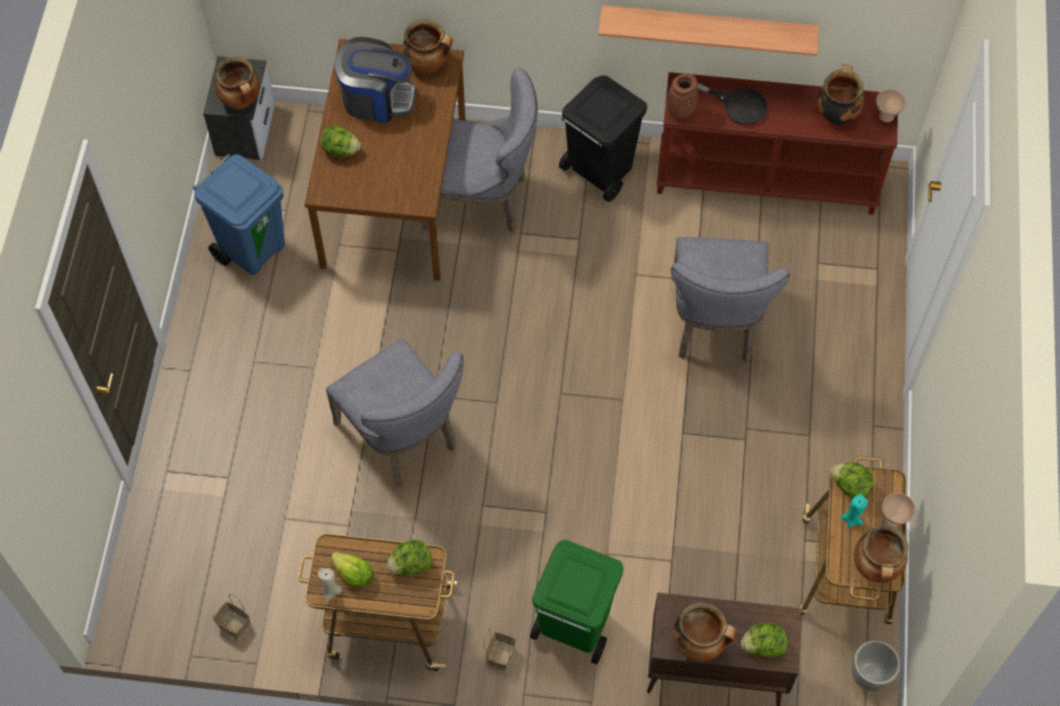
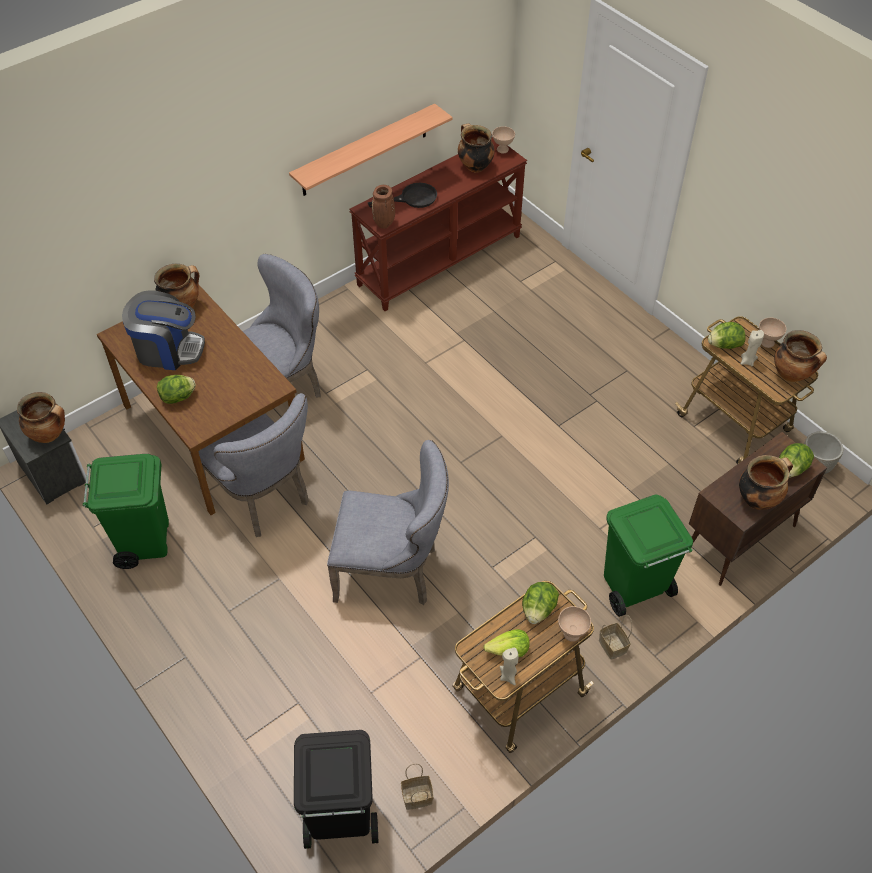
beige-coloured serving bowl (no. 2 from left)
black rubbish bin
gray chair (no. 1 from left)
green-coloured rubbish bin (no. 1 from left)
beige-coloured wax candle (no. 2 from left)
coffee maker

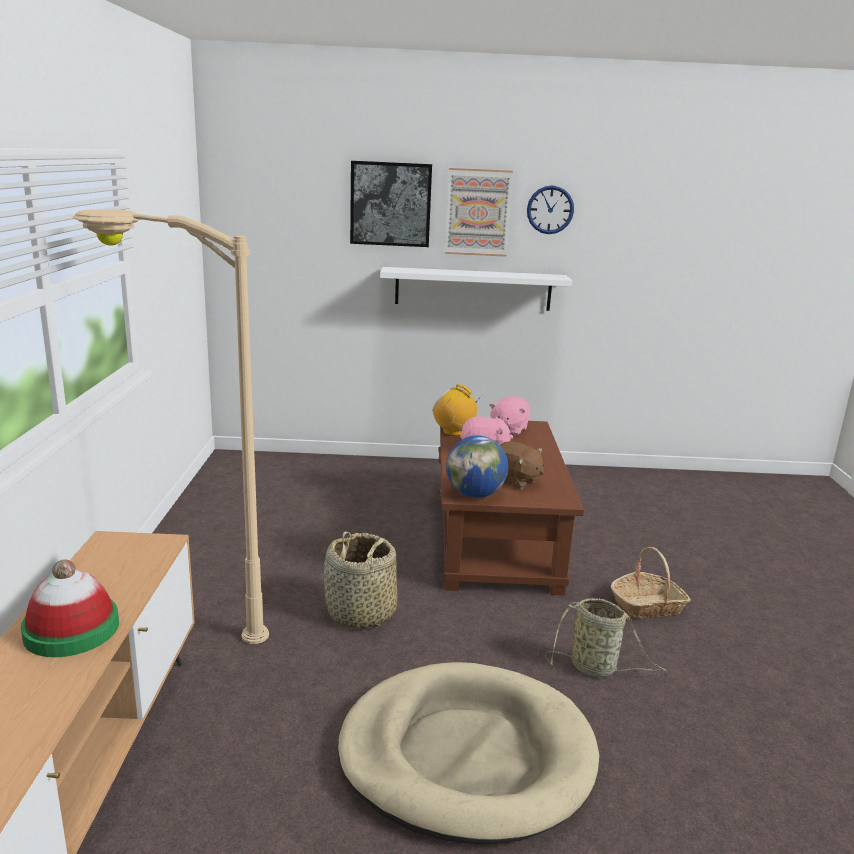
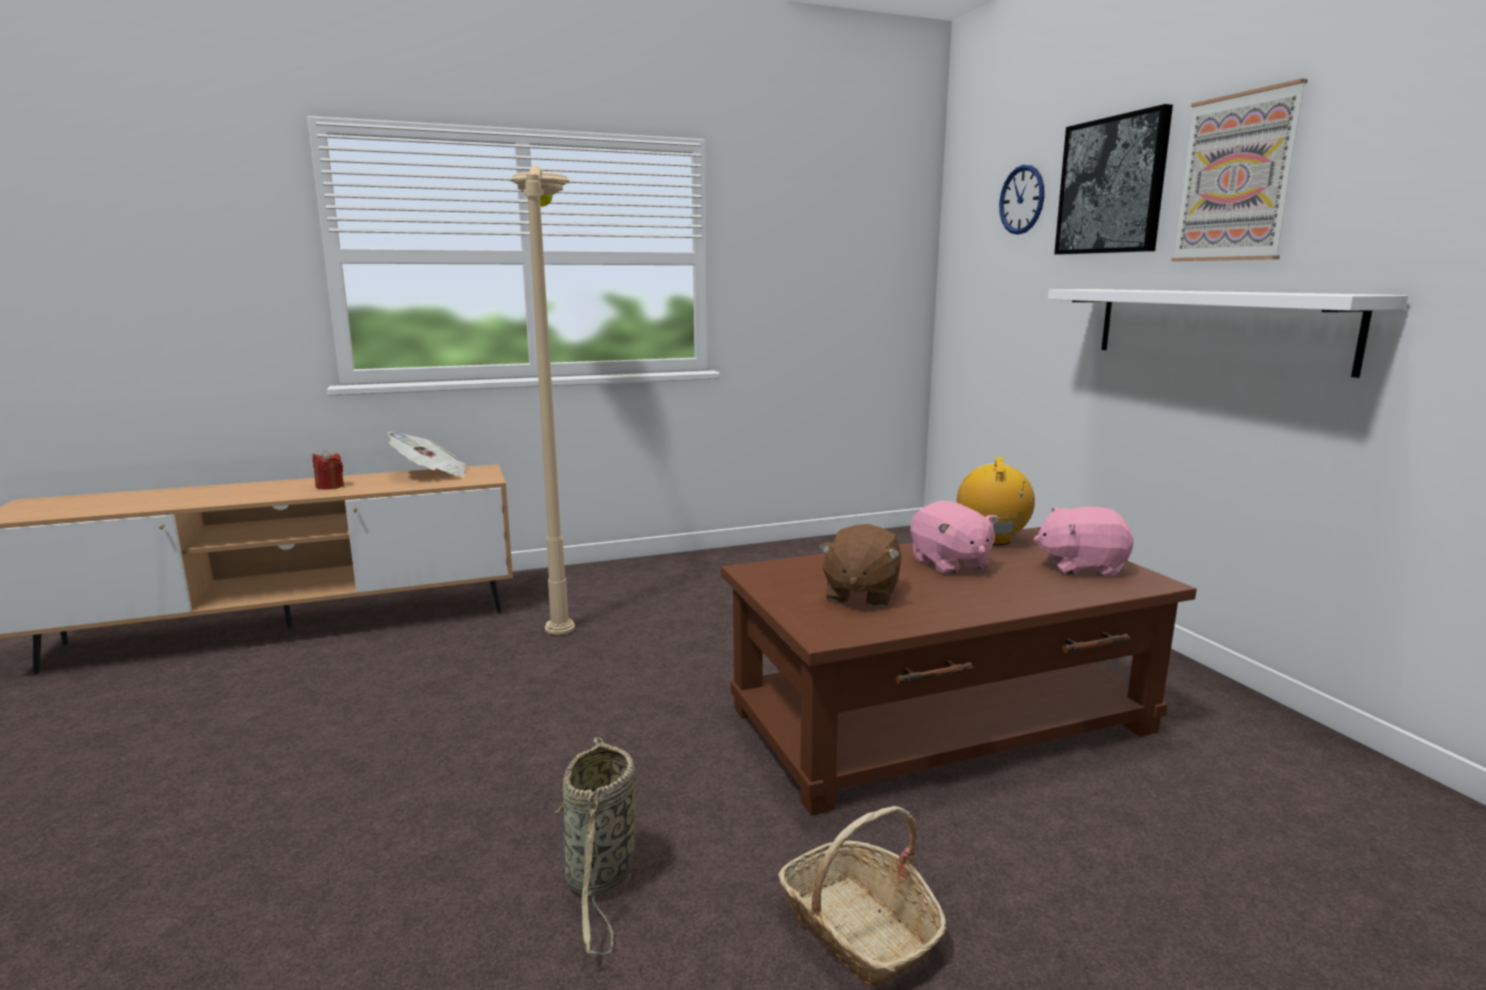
storage basket (no. 1 from left in the first image)
beige-coloured dog bed
world globe
daily paper
wall clock
red wax candle

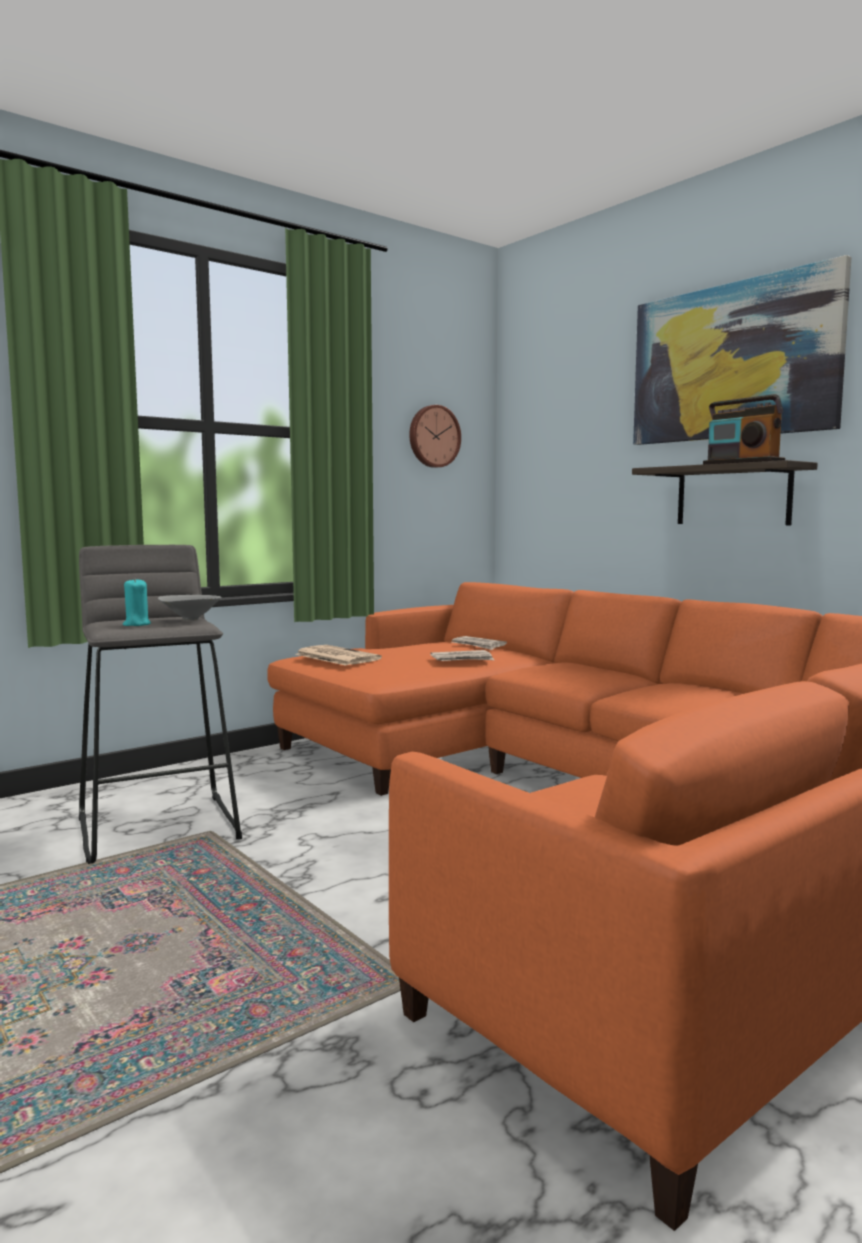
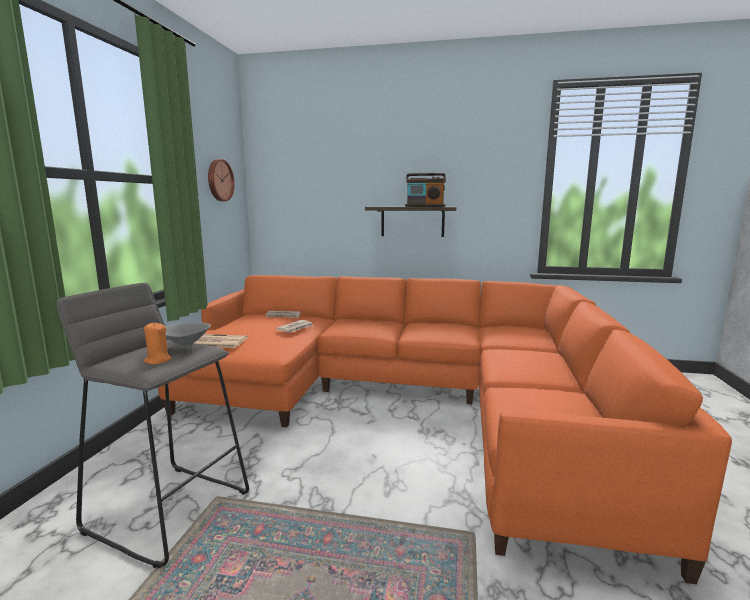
wall picture
orange wax candle

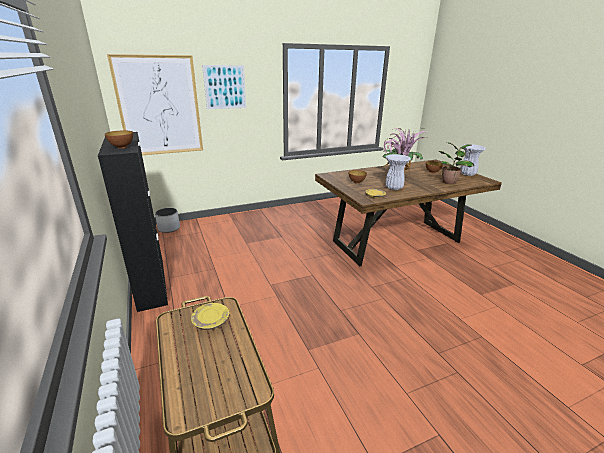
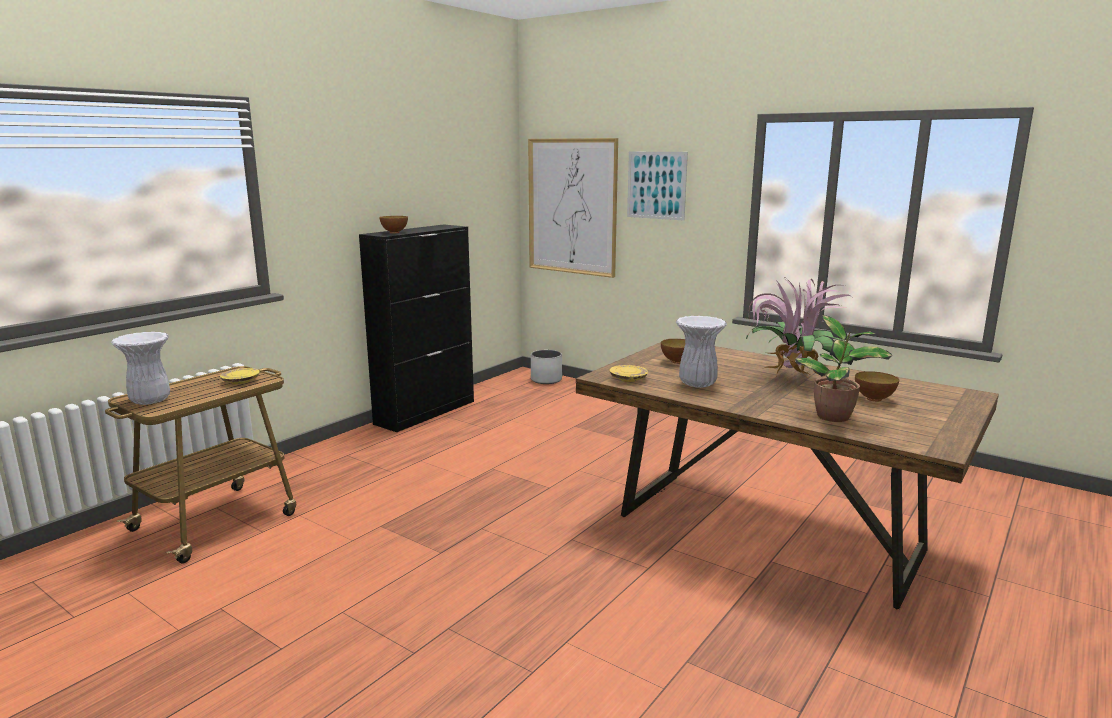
white vase (no. 1 from left)

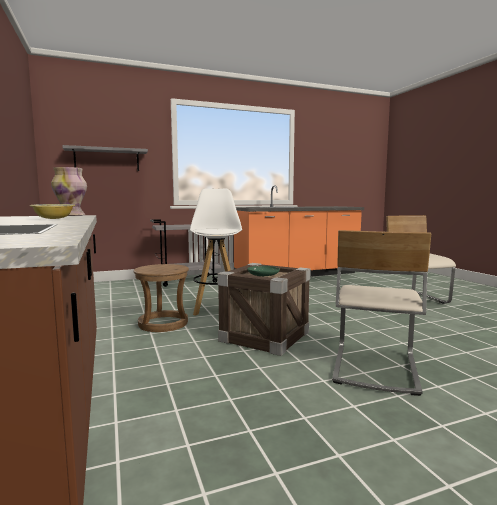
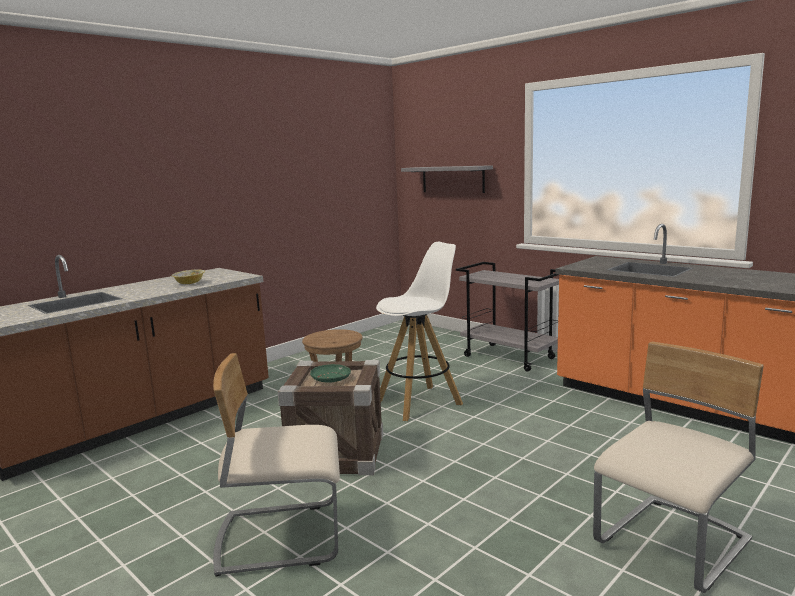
vase

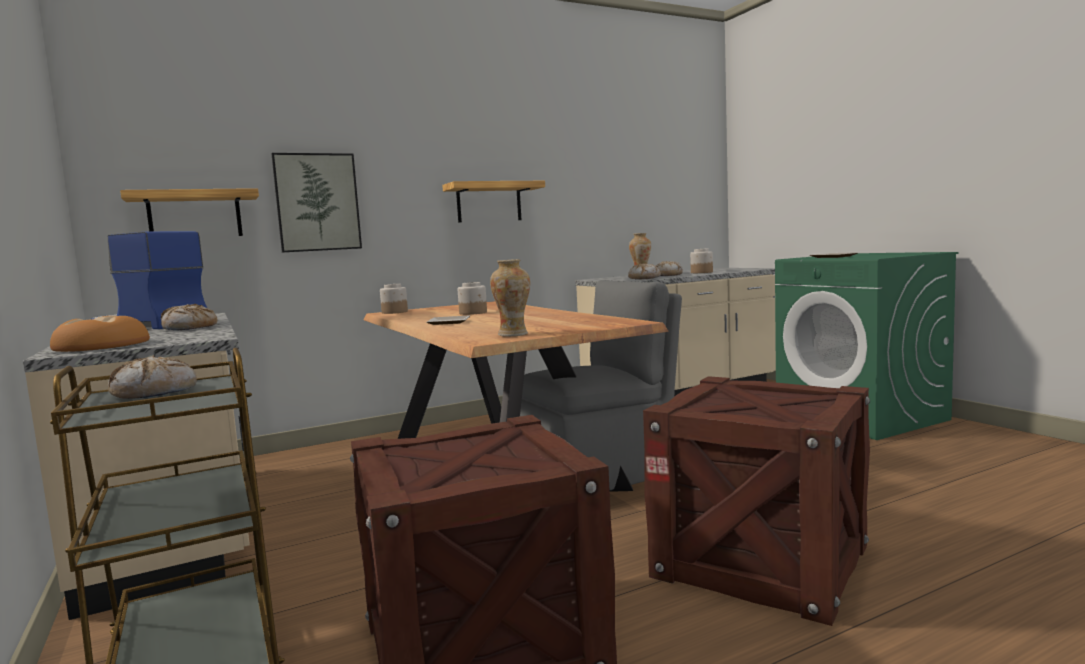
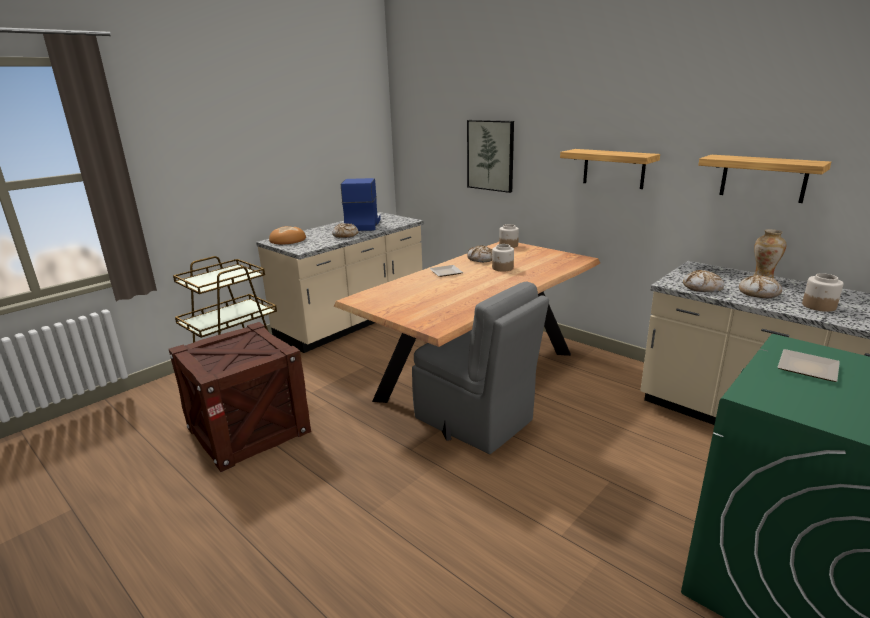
vase (no. 1 from left in the first image)
packing crate (no. 2 from left in the first image)
bread (no. 3 from left)
shelf (no. 2 from left)

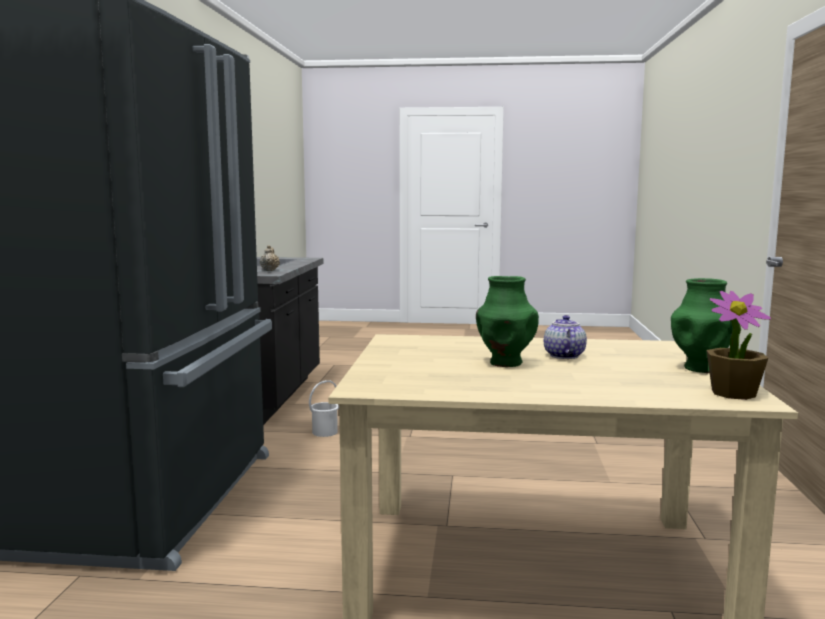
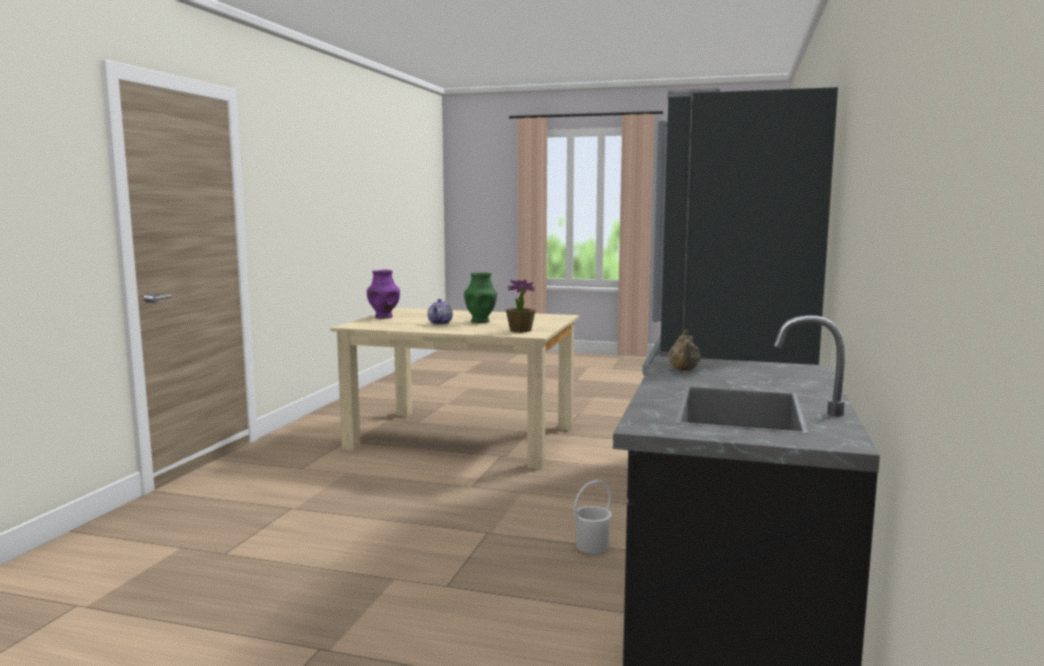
plant in a pot
purplish vase

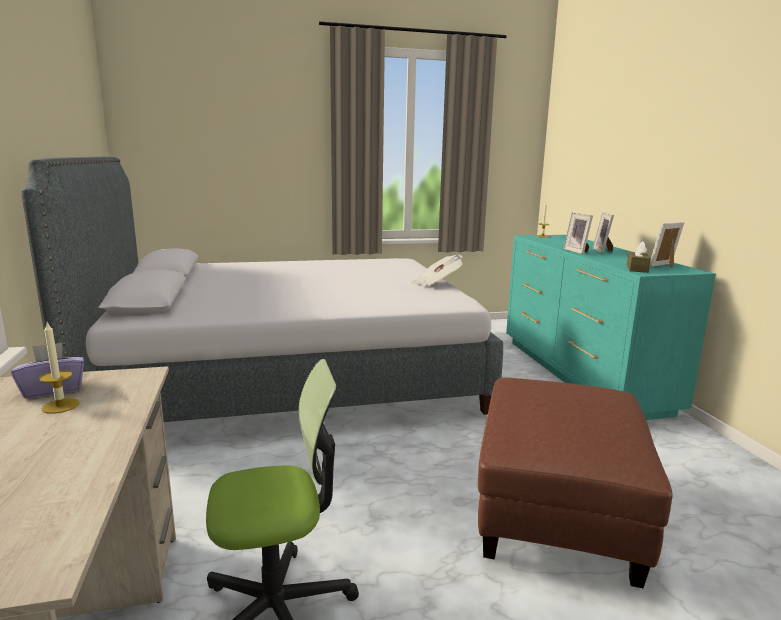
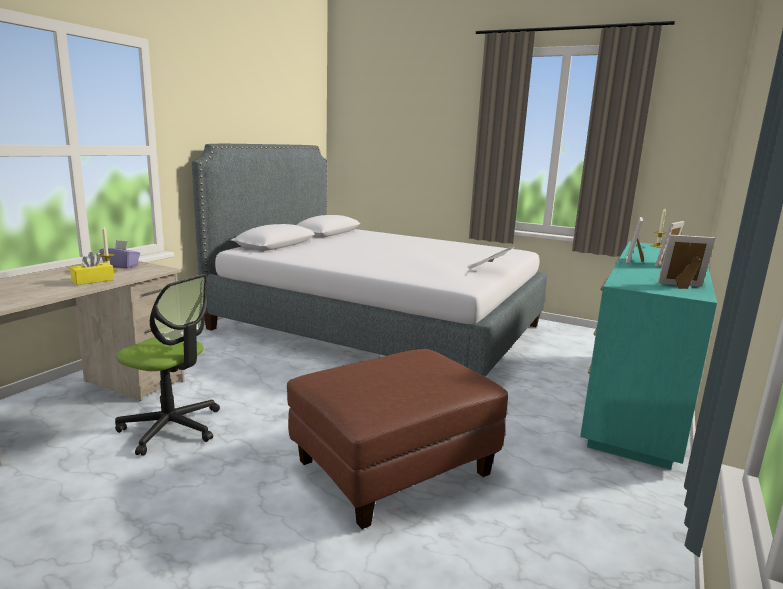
brown-coloured tissue holder
yellowish tissue holder

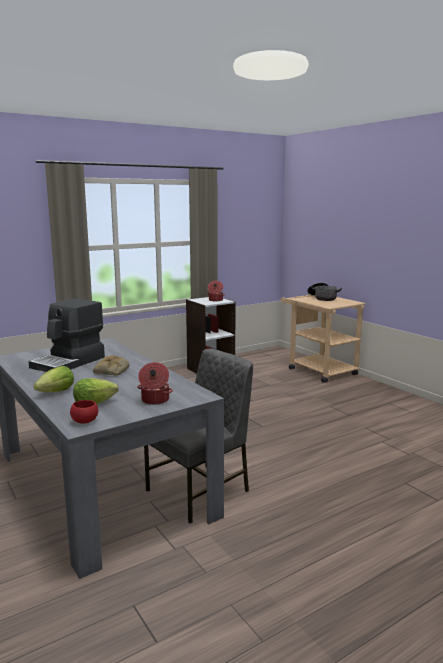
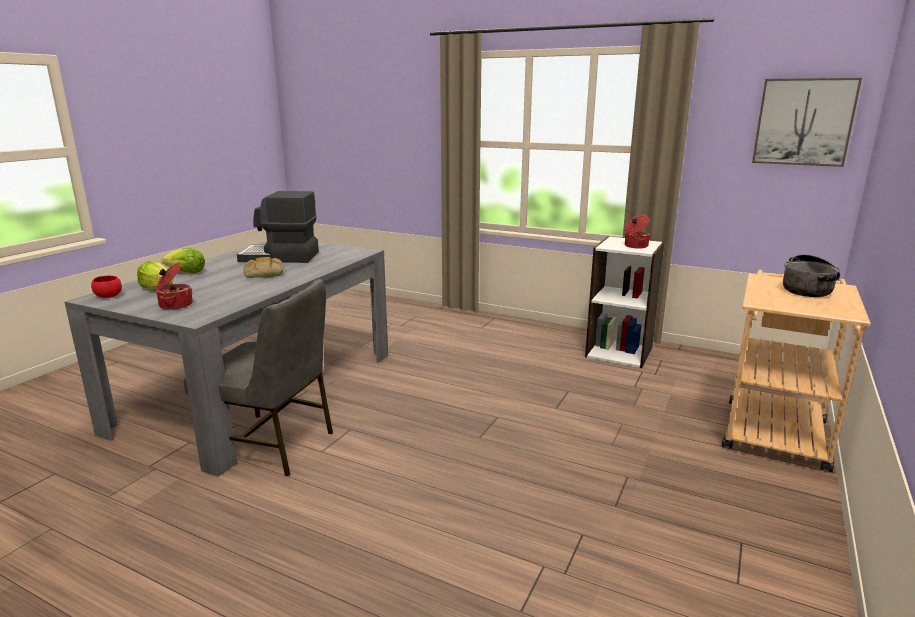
wall picture

